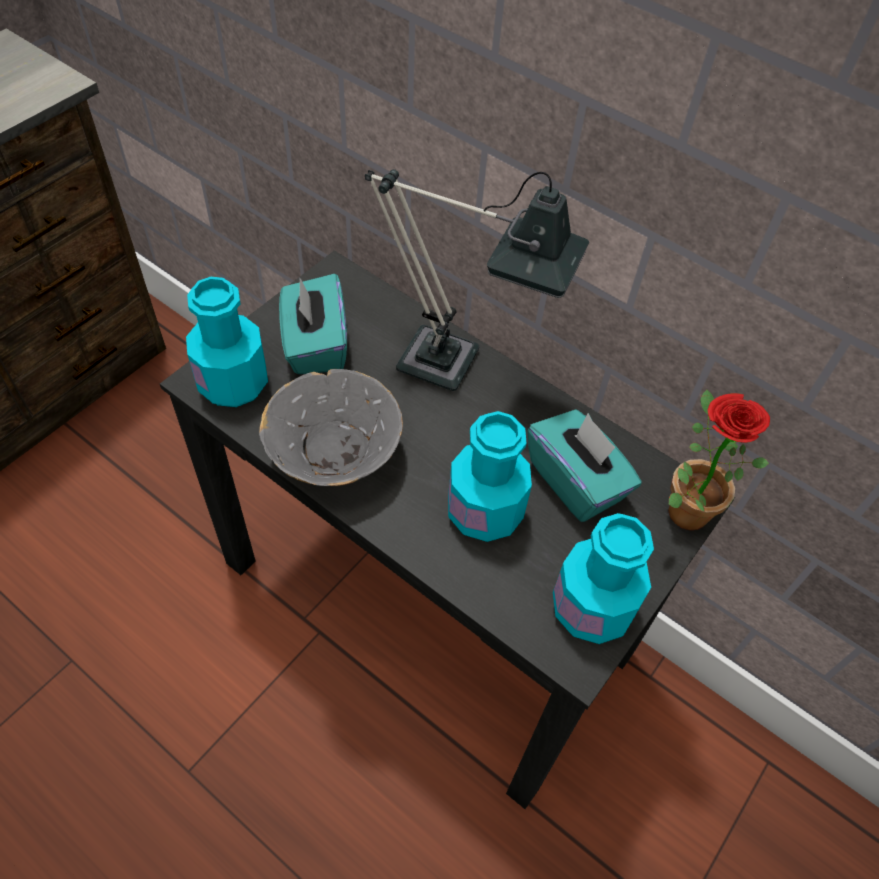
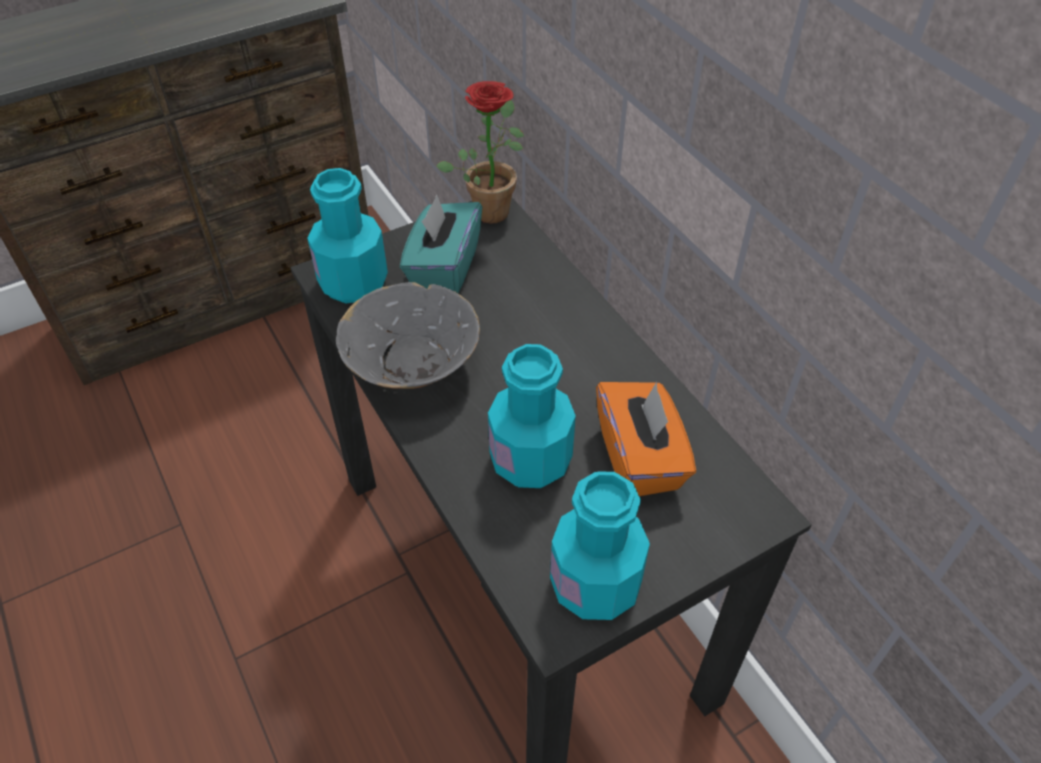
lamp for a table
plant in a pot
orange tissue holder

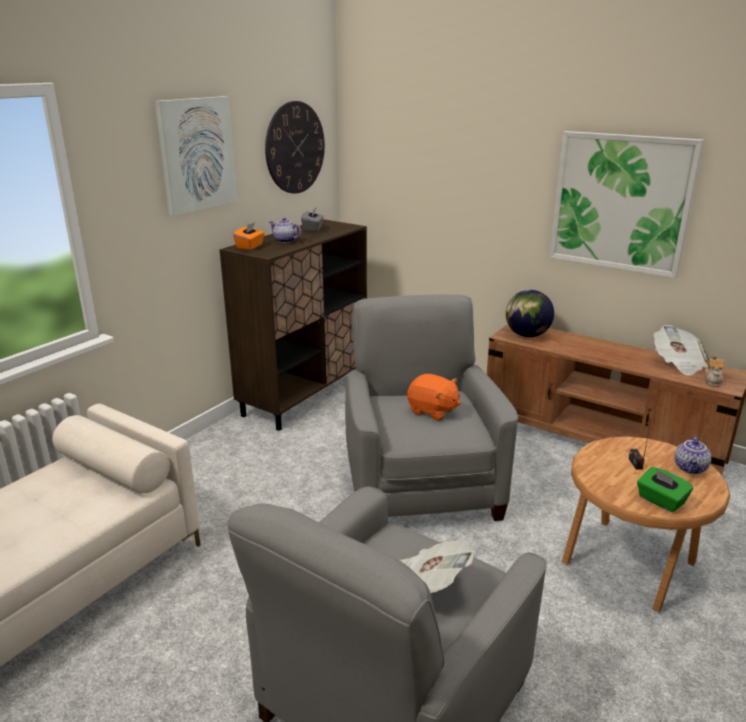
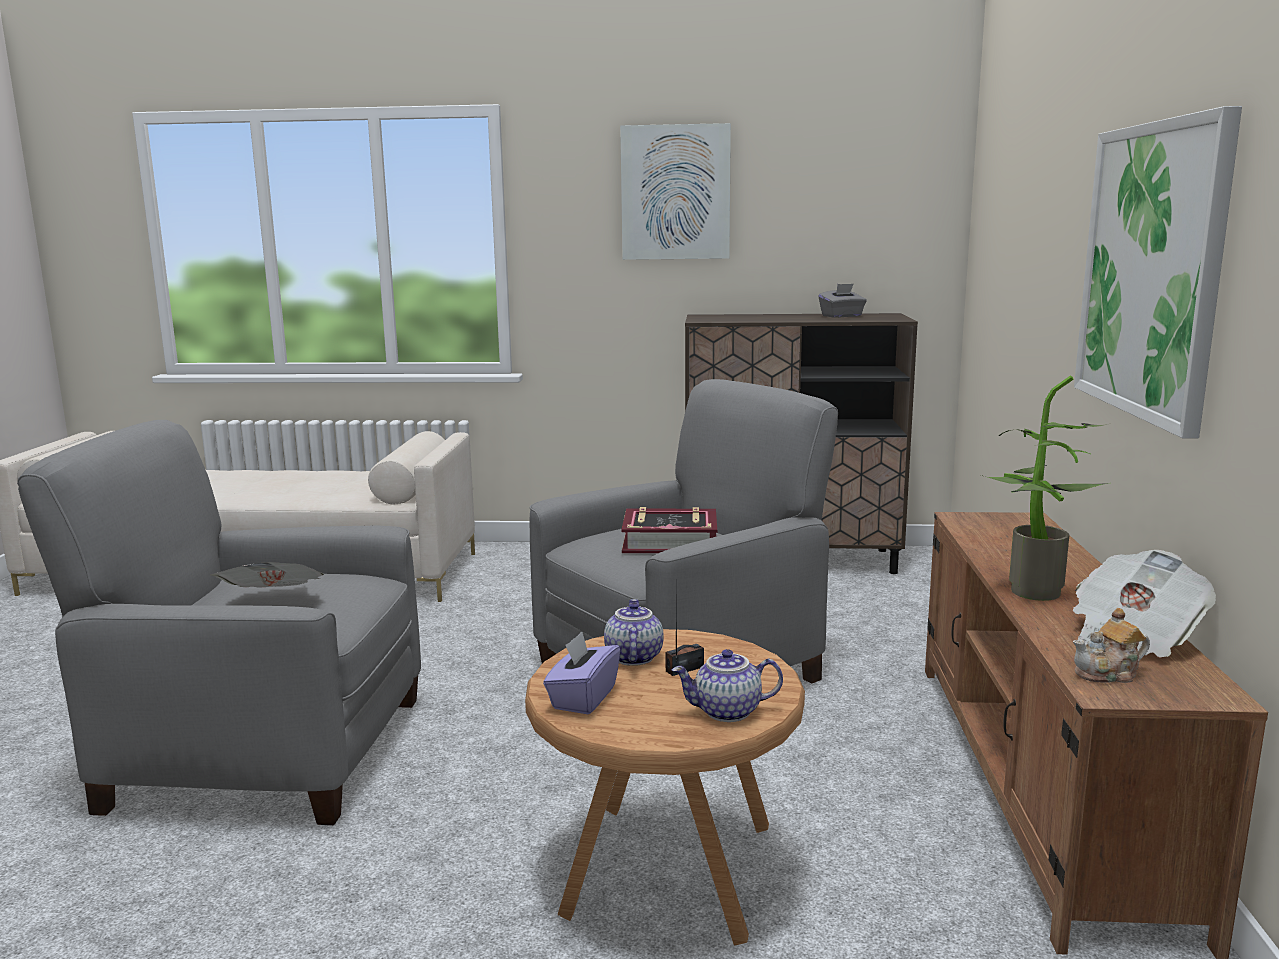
orange tissue holder
wall clock
world globe
plant in a pot
teapot (no. 1 from left)
volume
purplish tissue holder

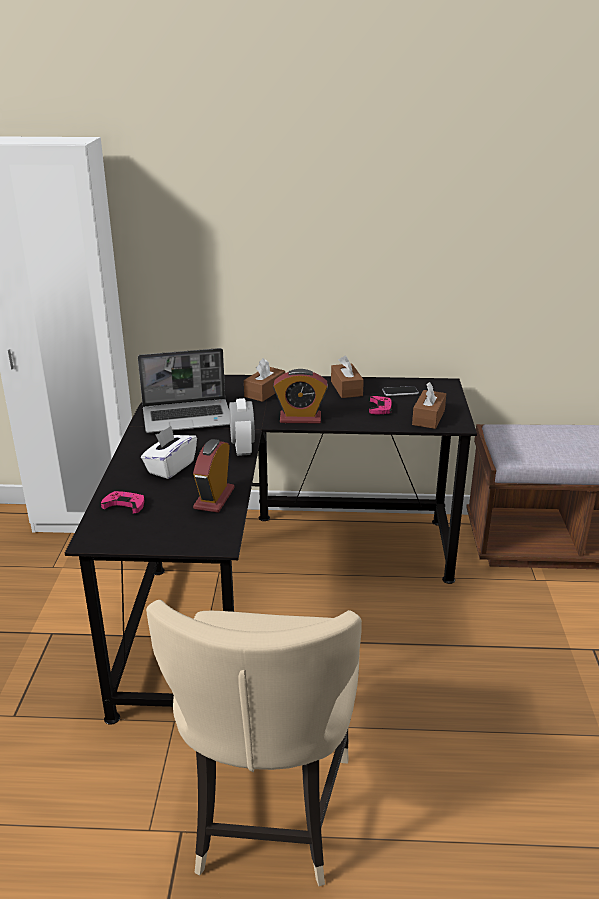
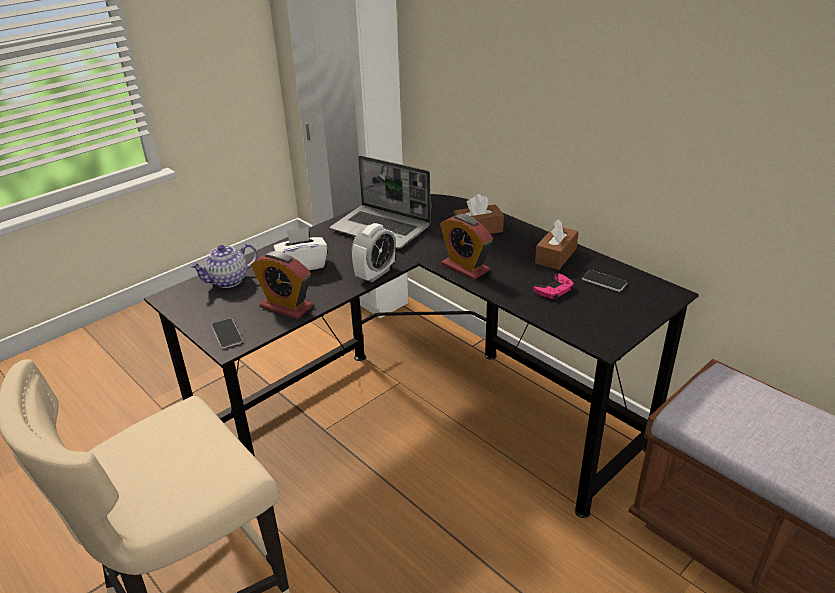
brown-coloured tissue holder (no. 3 from left in the first image)
phone (no. 1 from left)
teapot
bedside clock (no. 1 from left)

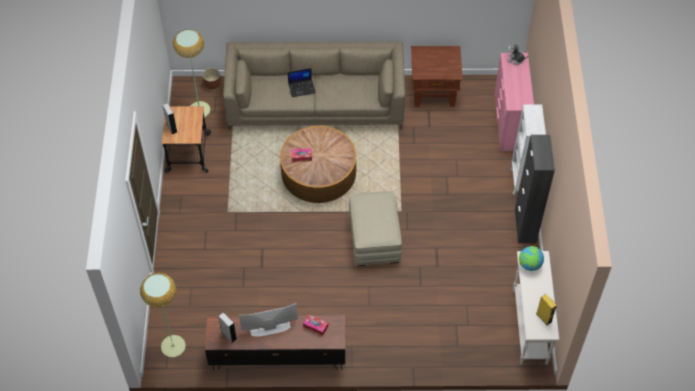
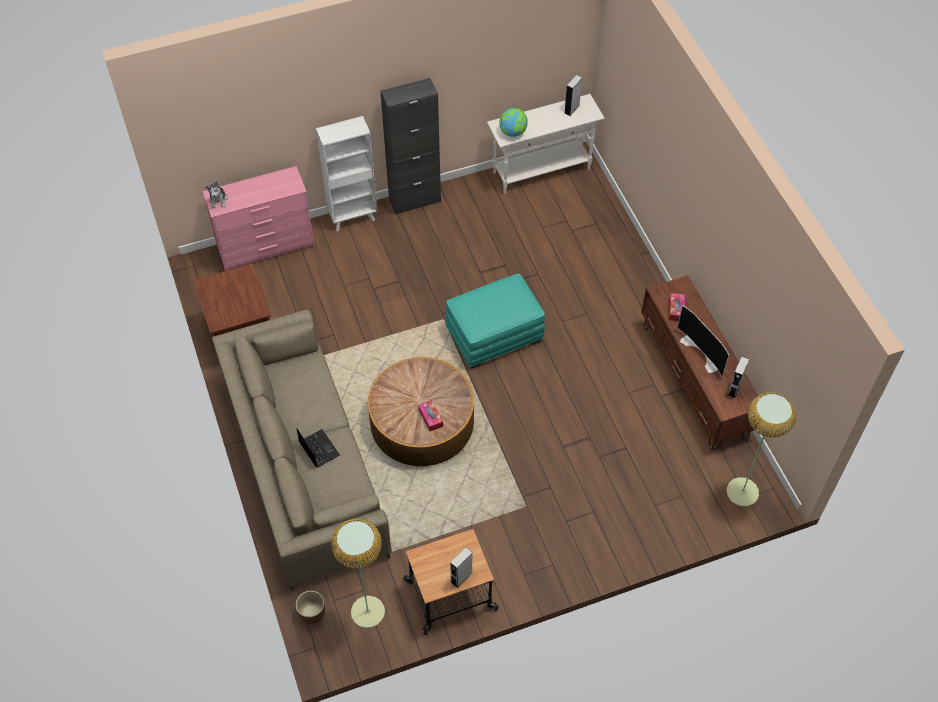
turquoise pouffe
gray audio speaker (no. 2 from left)

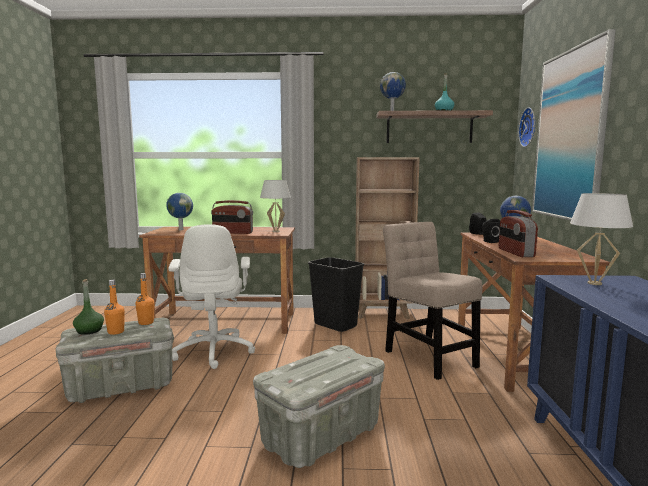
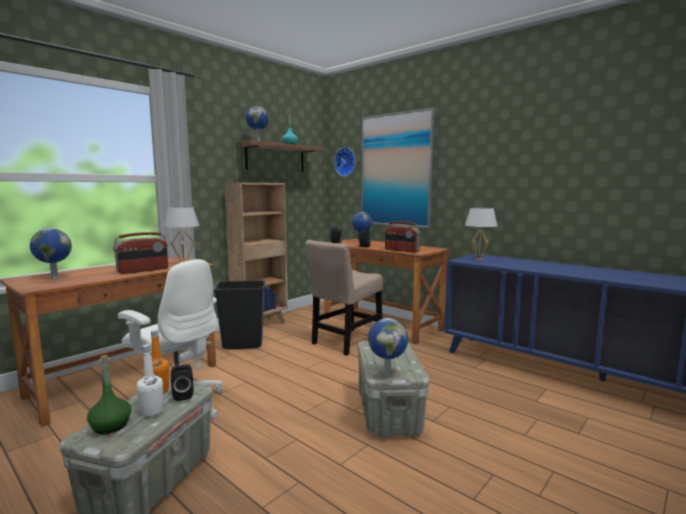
black audio speaker (no. 1 from left)
world globe (no. 4 from left)
white drink bottle
beige-coloured chair

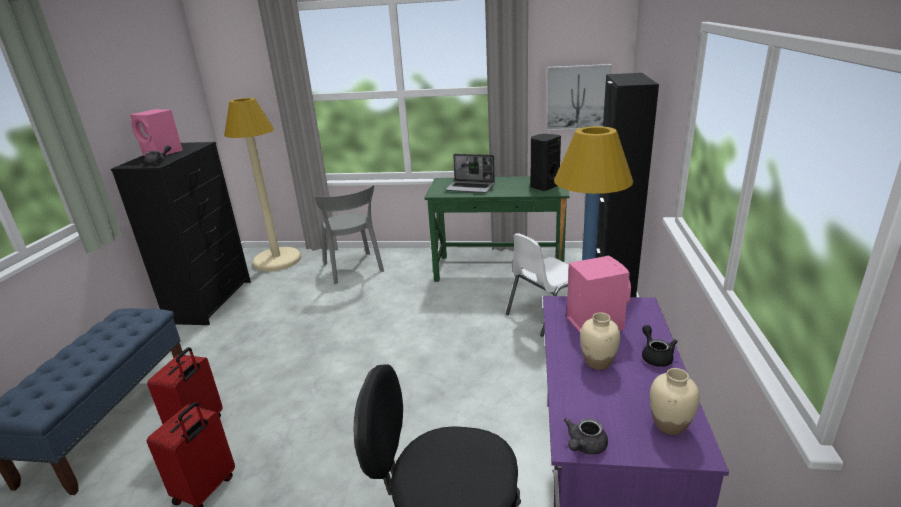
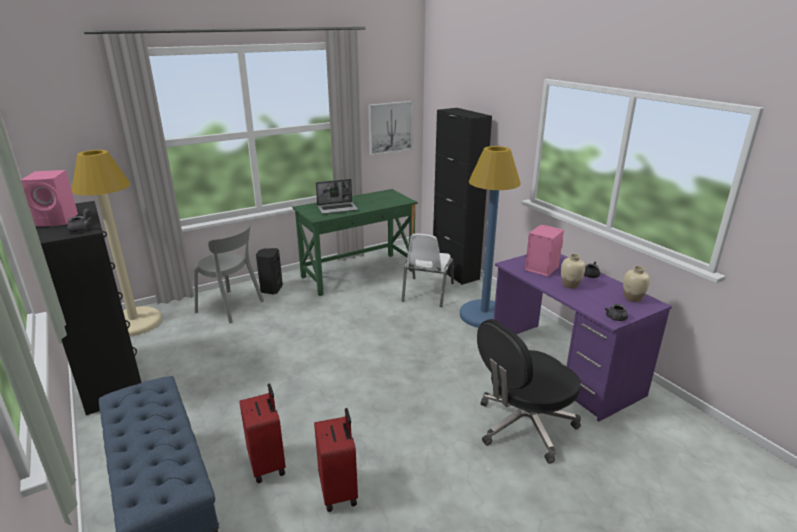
black audio speaker

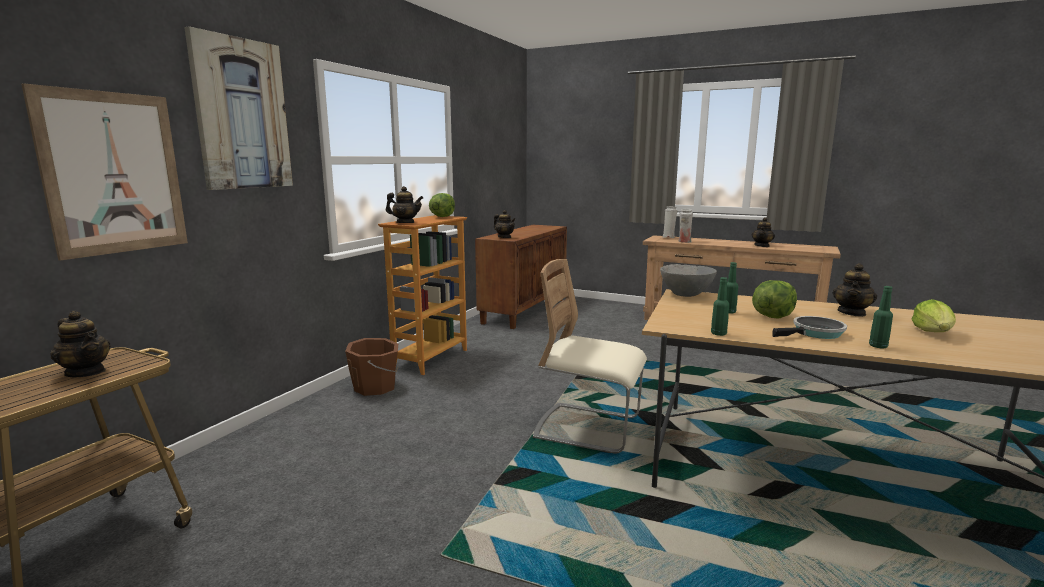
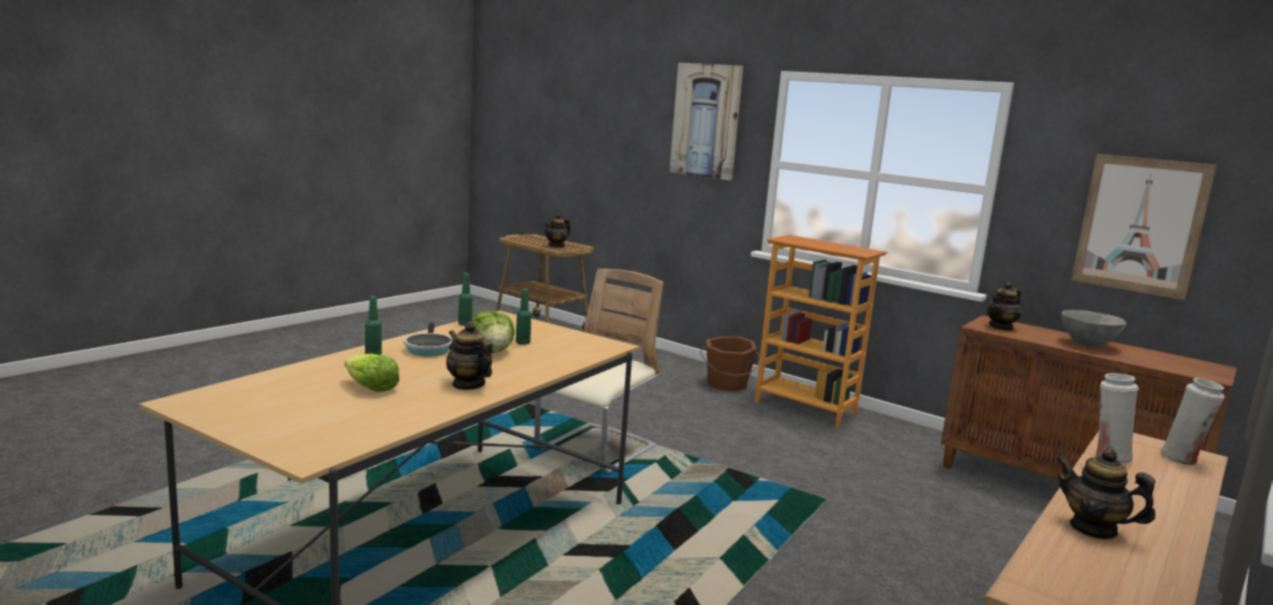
teapot (no. 2 from left in the first image)
lettuce (no. 1 from left in the first image)
wall picture (no. 2 from left)
gray serving bowl

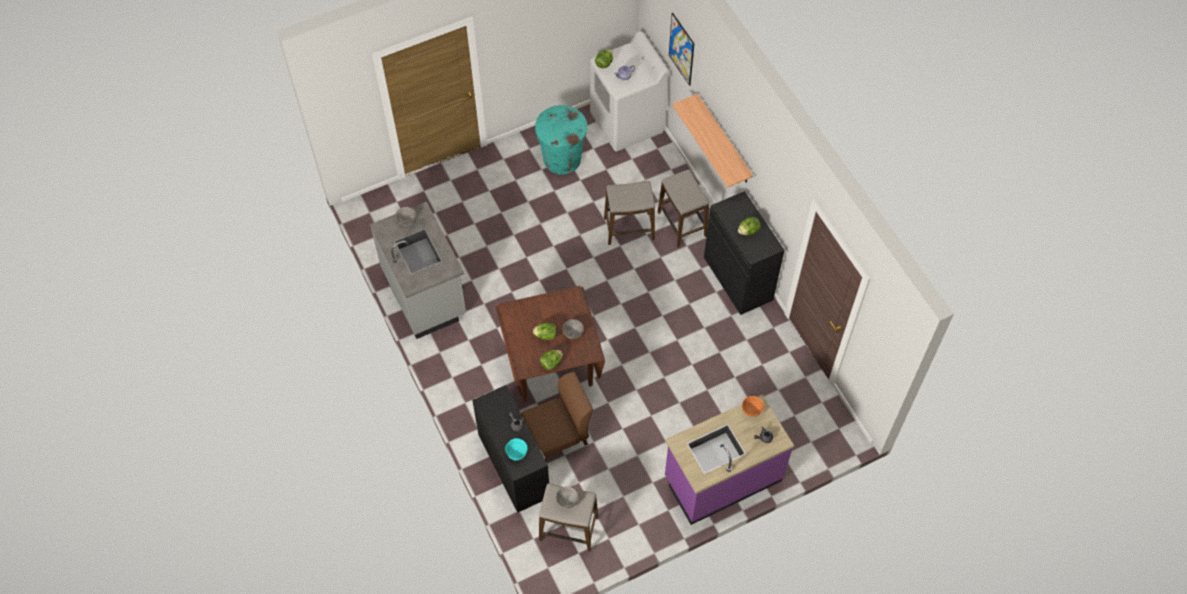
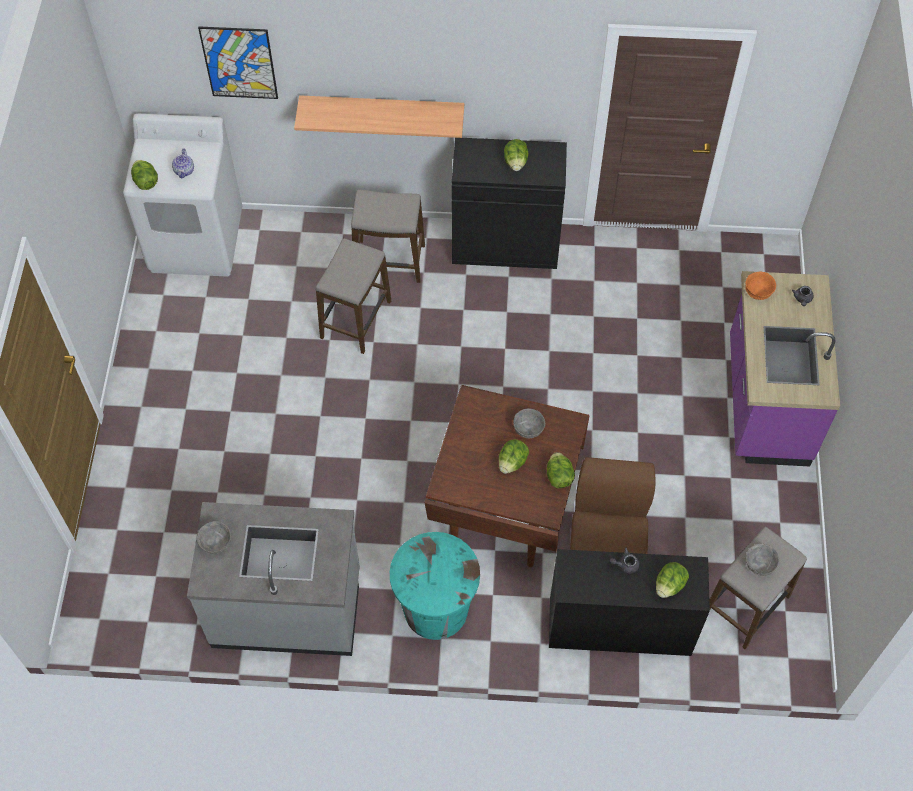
turquoise rubbish bin
lettuce (no. 5 from left)

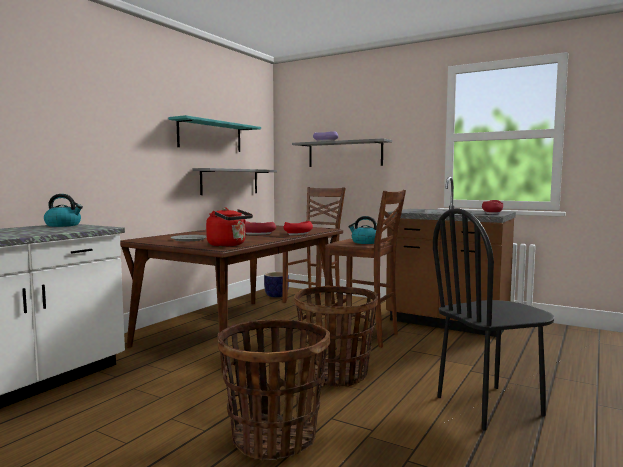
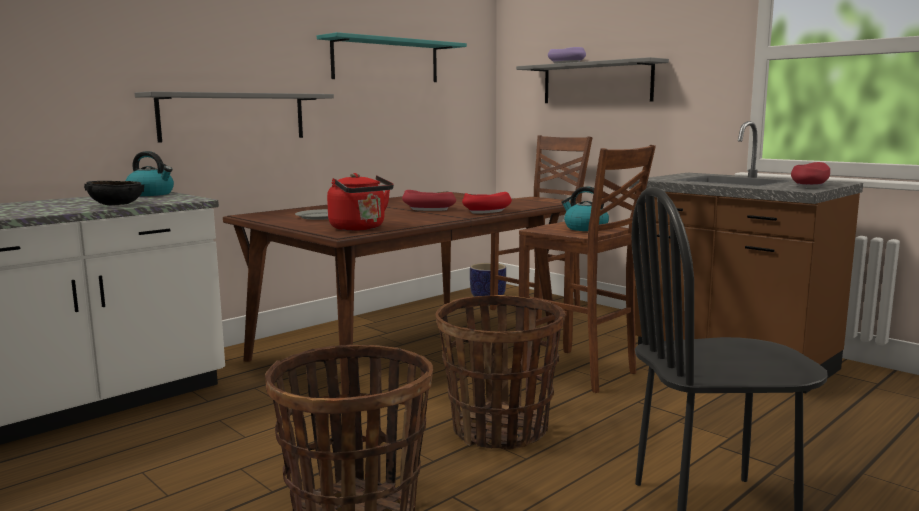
black serving bowl
gray shelf (no. 1 from left)

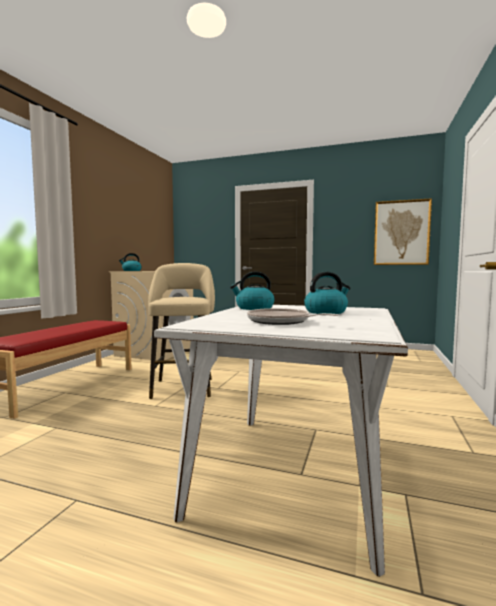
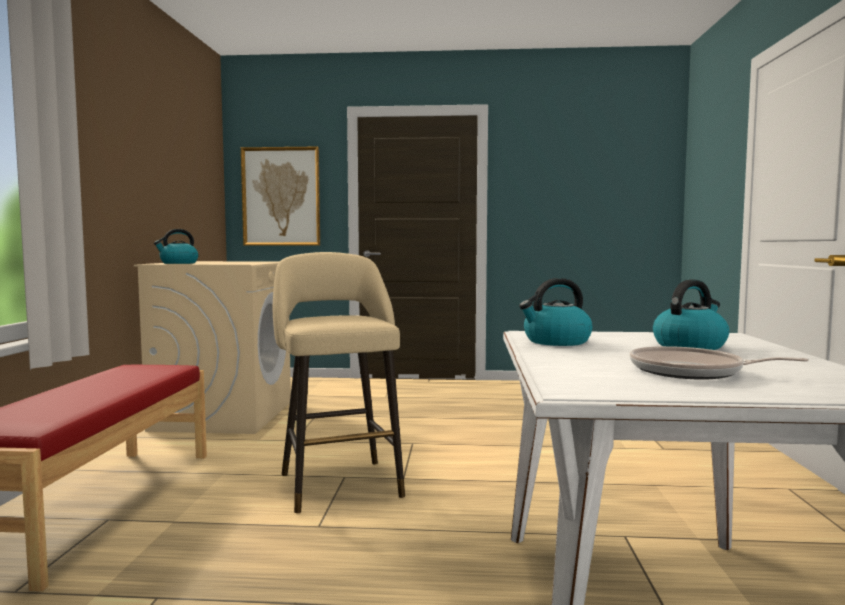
wall picture

